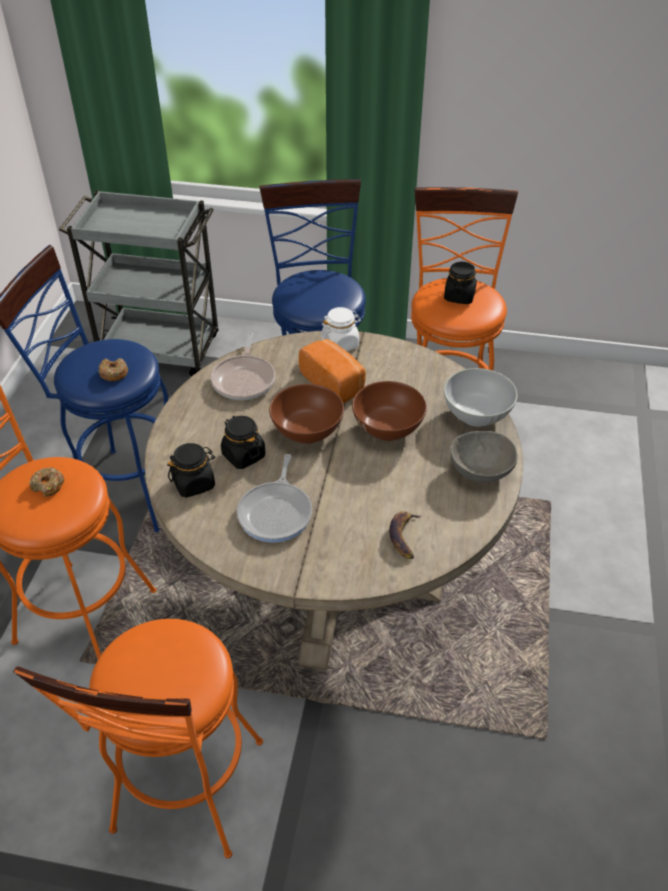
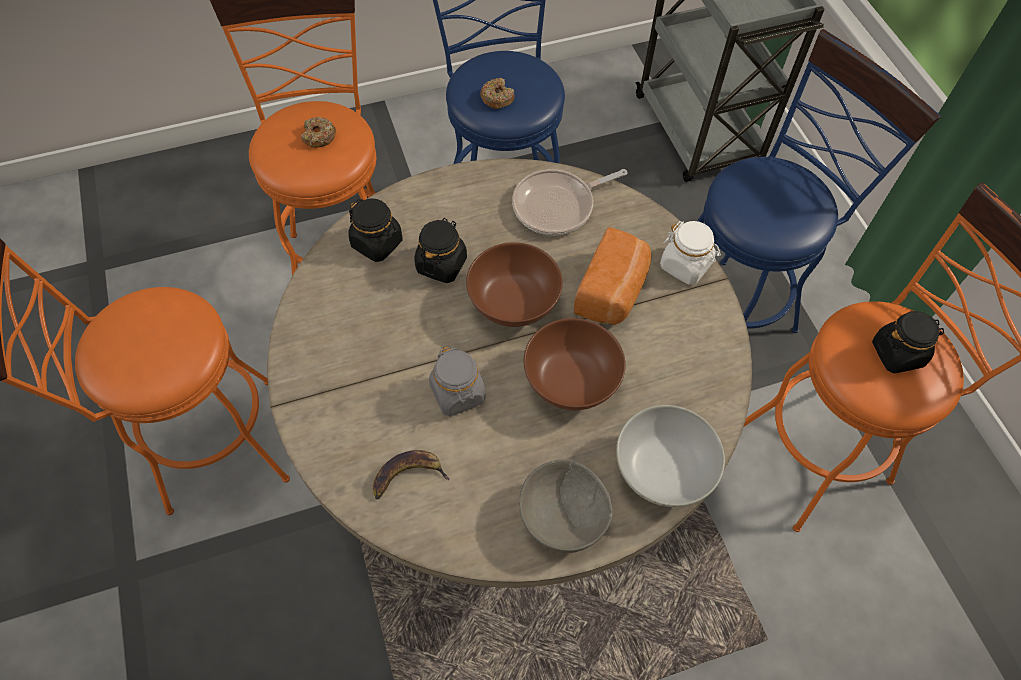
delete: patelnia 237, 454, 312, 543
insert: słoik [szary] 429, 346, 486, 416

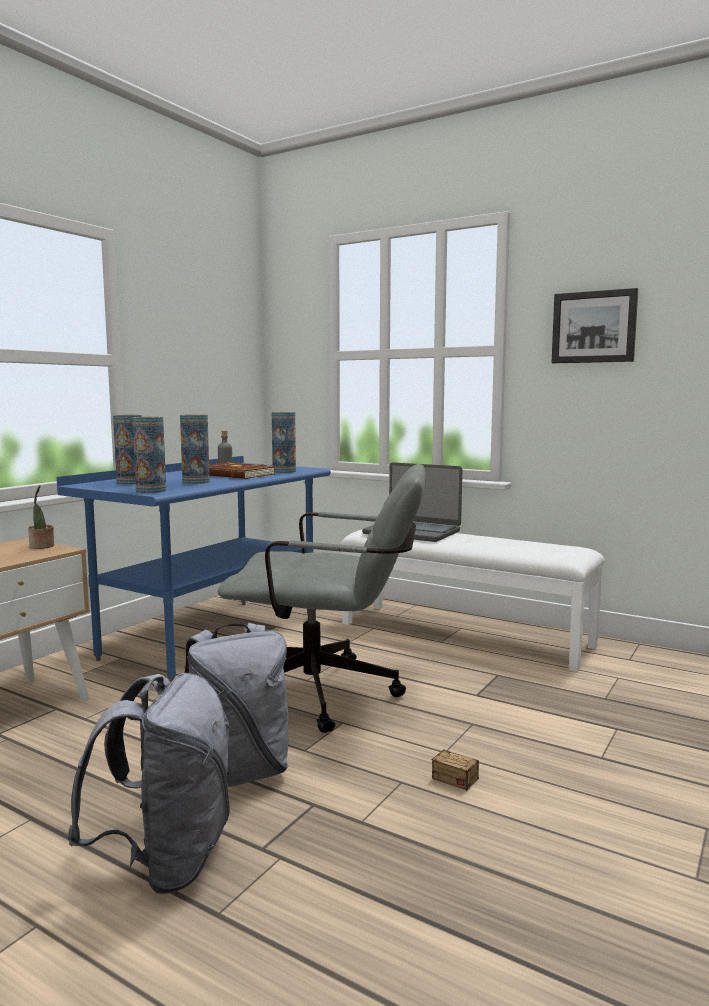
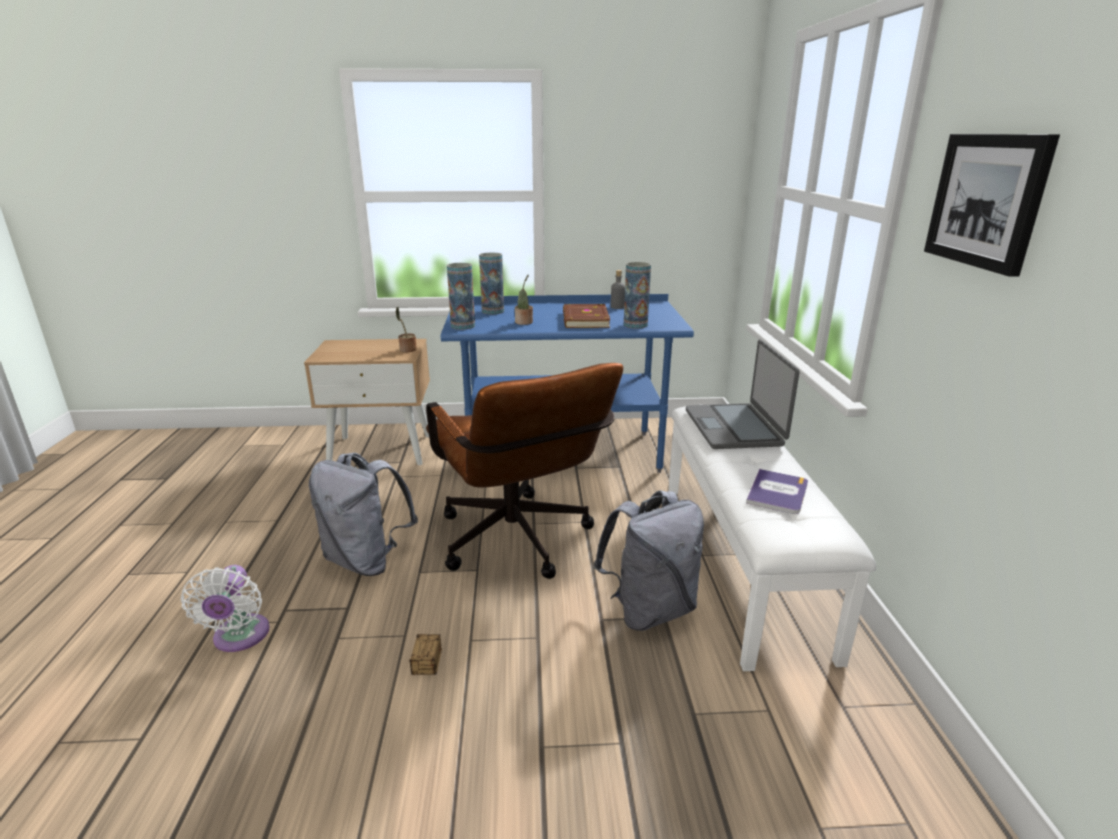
insert: wentylator [biały] 181, 565, 270, 652; książka 746, 469, 808, 514
move: plecak [szary] 67, 673, 230, 895 to 593, 490, 704, 631
replace: wazon 180, 415, 210, 484 to roślina doniczkowa 515, 275, 533, 325
recolor: krzesło biurowe [szary] 218, 464, 426, 733 to krzesło biurowe [brązowy] 426, 363, 623, 579

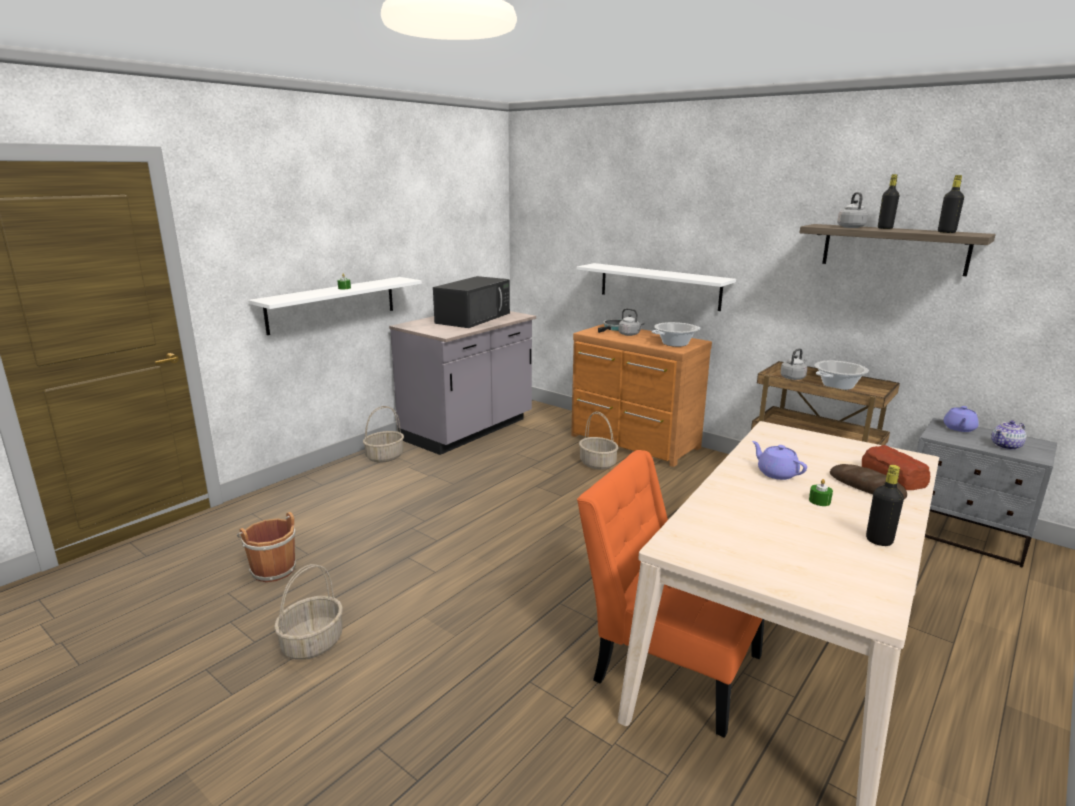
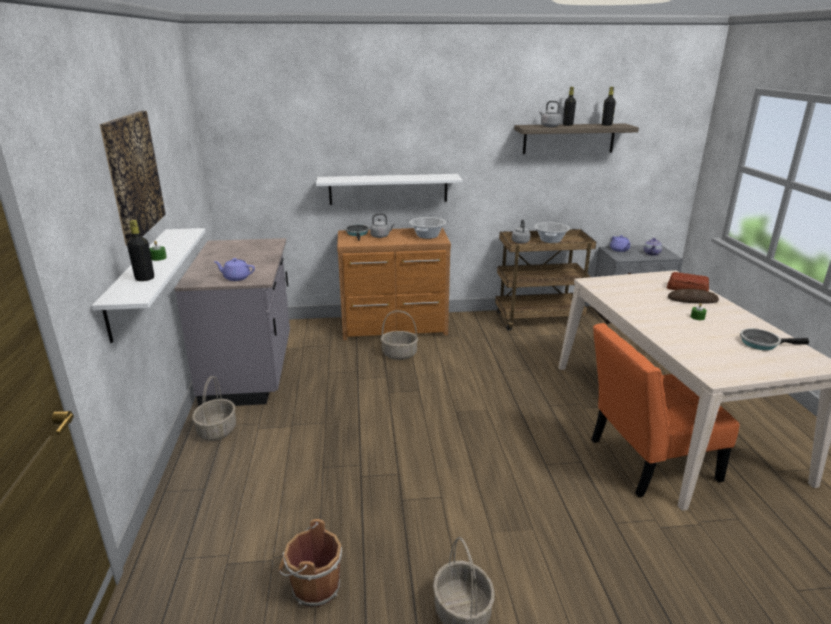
delete: mikrofalówka [czarny] 433, 276, 510, 328
insert: obraz 99, 111, 166, 246; patelnia 740, 328, 809, 350
move: imbryk [fioletowy] 752, 441, 807, 480 to 214, 258, 255, 281; butelka [czarny] 866, 465, 904, 546 to 127, 220, 154, 281

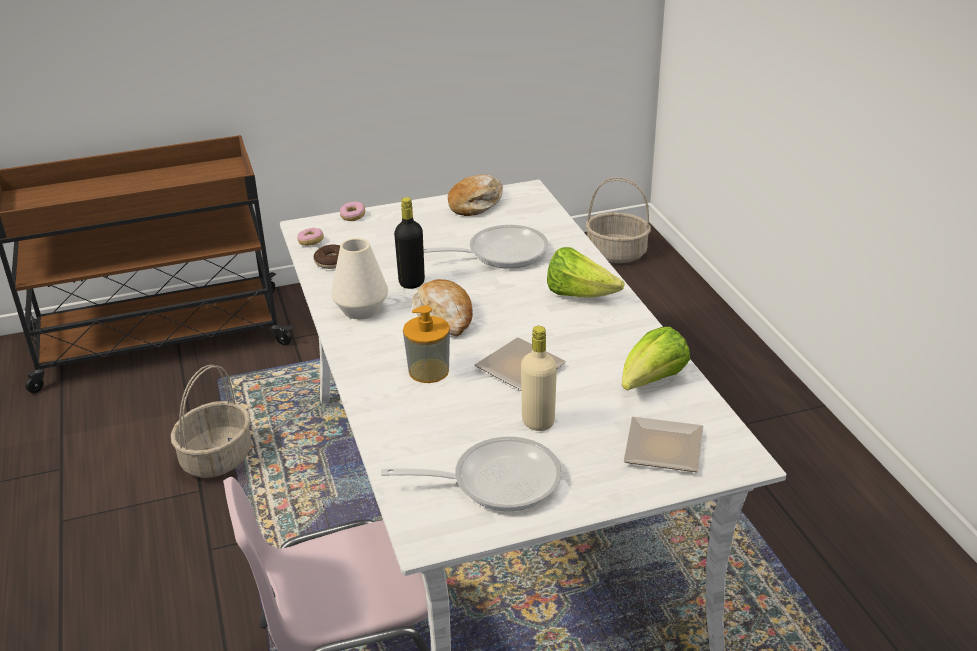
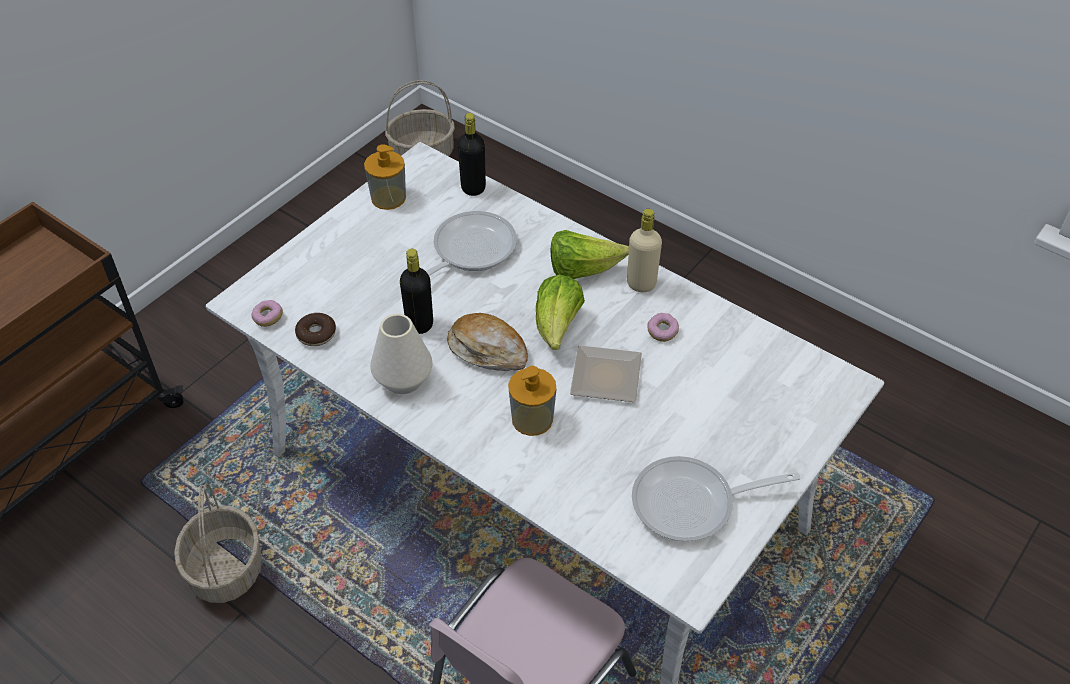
delete: talerz 624, 417, 703, 472
insert: butelka [czarny] 458, 113, 486, 196
move: donut 340, 202, 365, 221 to 647, 313, 679, 342; butelka [beżowy] 521, 326, 557, 431 to 627, 209, 662, 292; sałata 622, 327, 690, 391 to 536, 275, 585, 350
replace: chleb 448, 174, 503, 216 to dozownik mydła 364, 144, 406, 210
rotate: patelnia 381, 437, 562, 511 = 632, 456, 800, 541 150 degrees counterclockwise

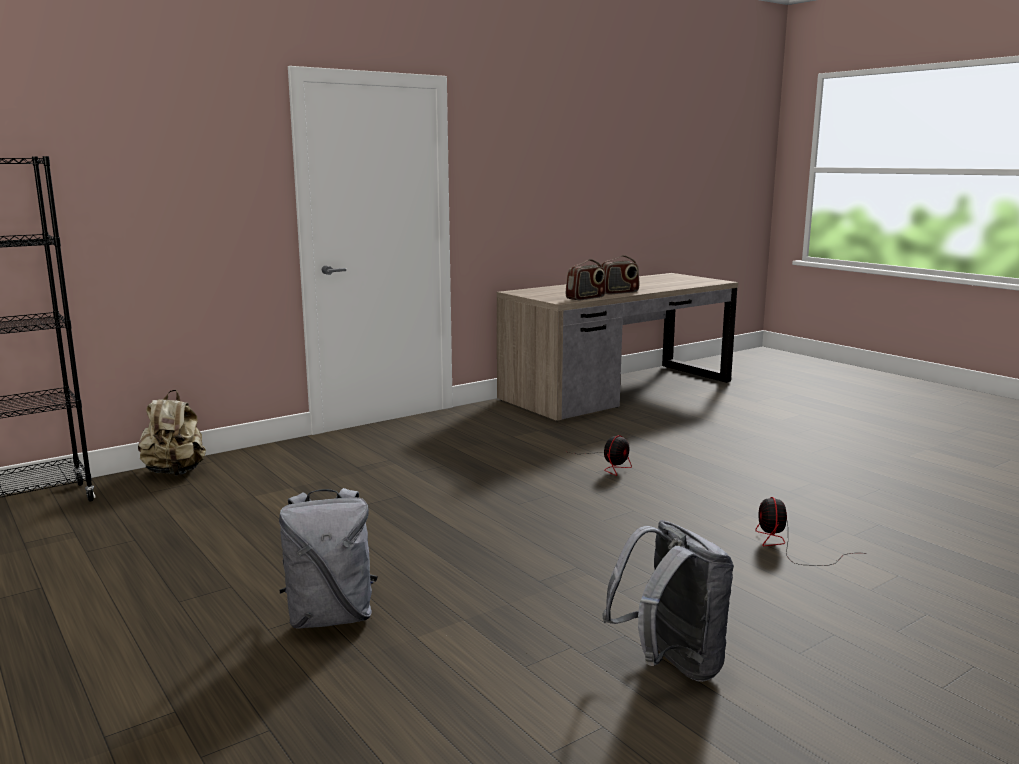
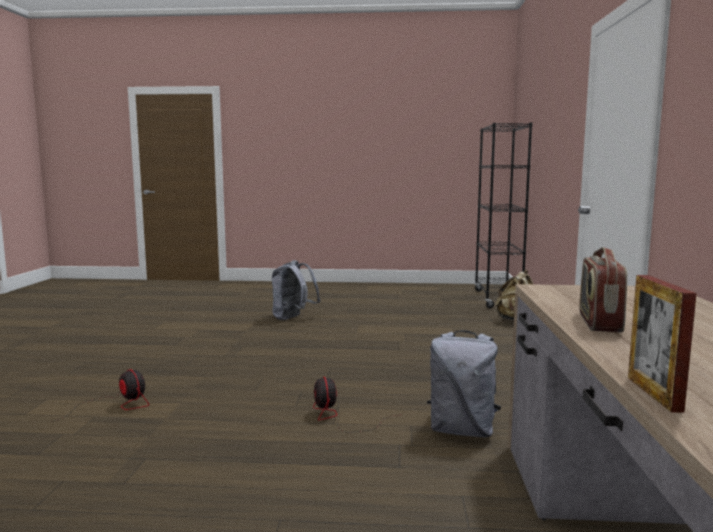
delete: radio 566, 259, 606, 300
insert: ramka na zdjęcie 628, 275, 697, 412
move: plecak [szary] 603, 520, 734, 682 to 427, 330, 501, 437

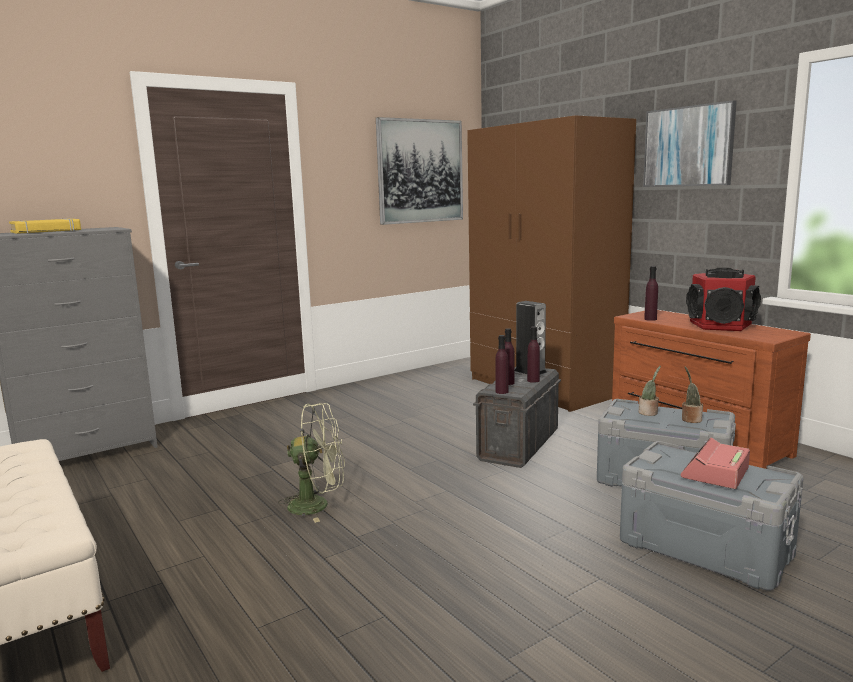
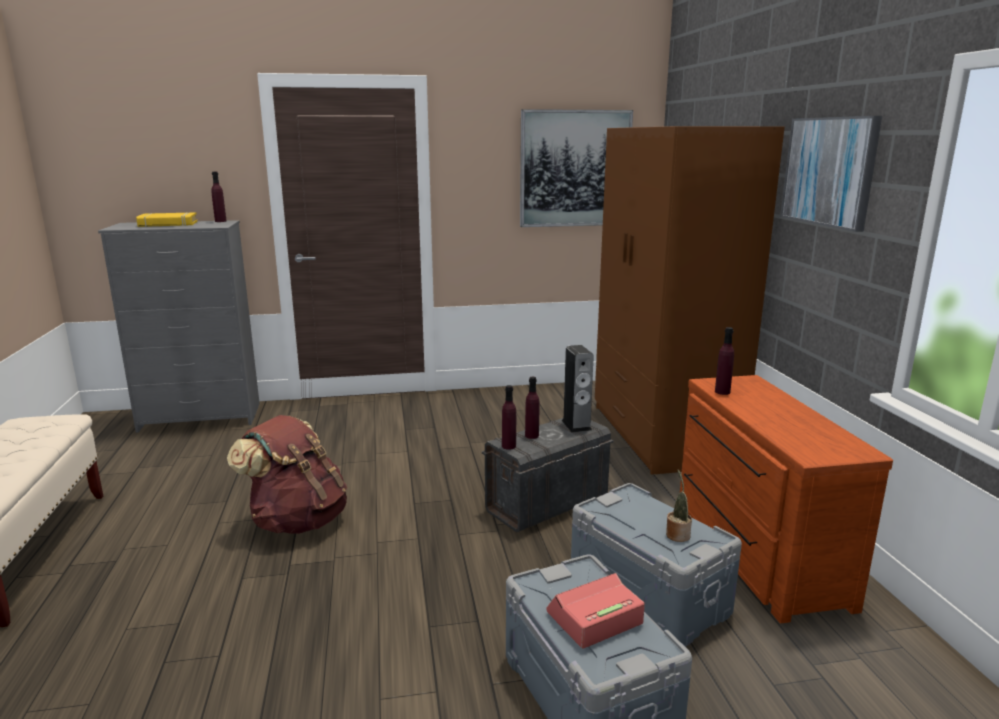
delete: roślina doniczkowa 638, 366, 661, 416; głośnik 686, 268, 761, 331
move: butelka [fioletowy] 527, 326, 540, 383 to 211, 172, 227, 222
replace: wentylator [zielony] 278, 403, 345, 523 to plecak [brązowy] 227, 415, 347, 534

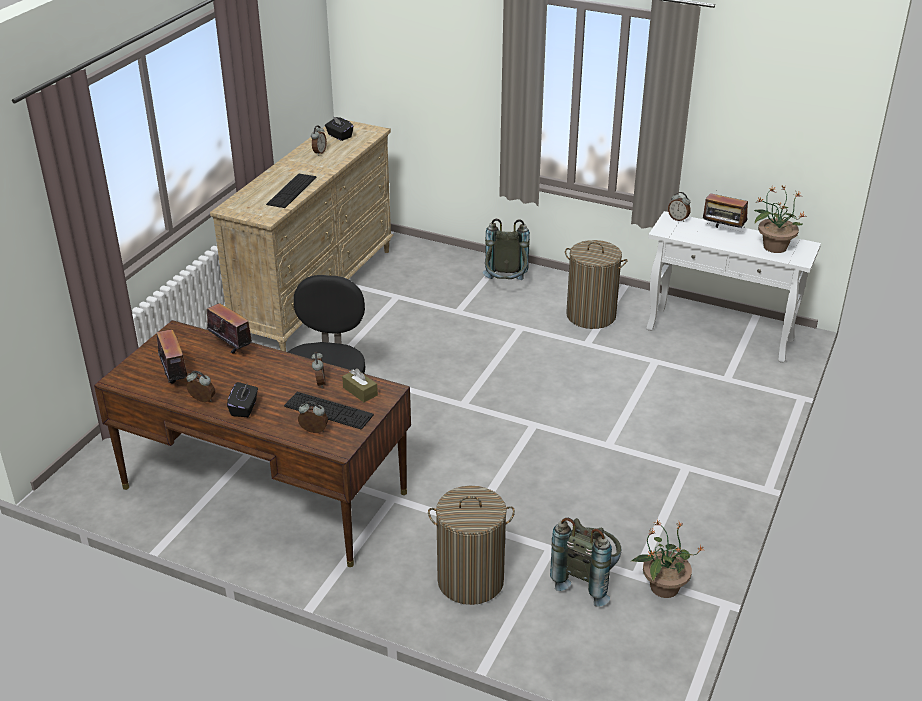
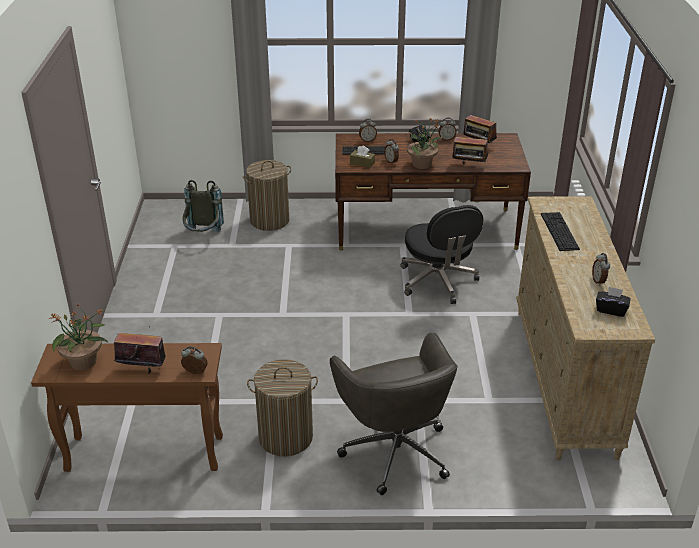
move: roślina doniczkowa 632, 519, 703, 598 to 403, 118, 443, 169
replace: plecak [szary] 483, 219, 530, 280 to krzesło biurowe [szary] 330, 333, 458, 495
recolor: stolik konsolowy [biały] 646, 211, 821, 363 to stolik konsolowy [brązowy] 31, 343, 223, 472

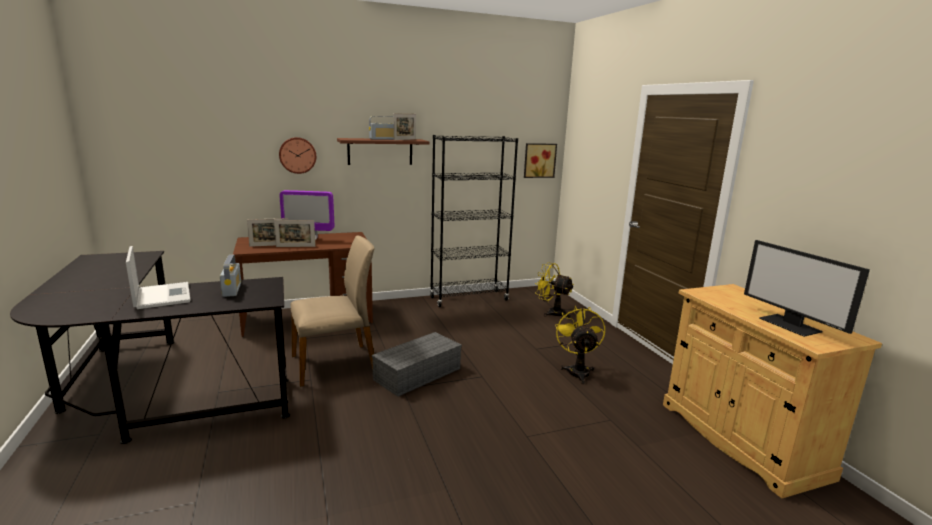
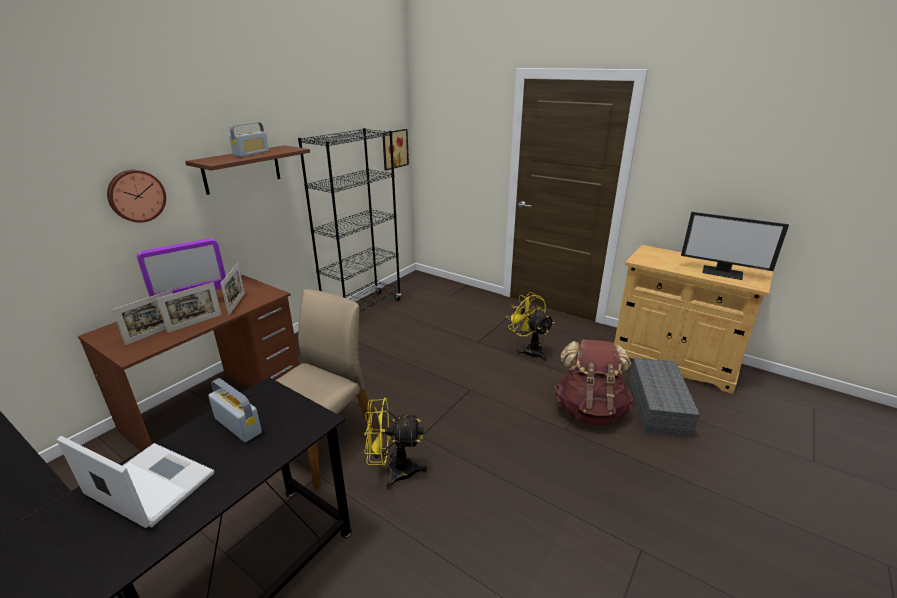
insert: plecak [brązowy] 555, 339, 633, 425
move: pojemnik do przechowywania [szary] 372, 332, 462, 397 to 629, 357, 700, 439; ramka na zdjęcie 394, 113, 416, 140 to 221, 263, 245, 316; wentylator [żółty] 535, 262, 574, 318 to 364, 398, 427, 489

